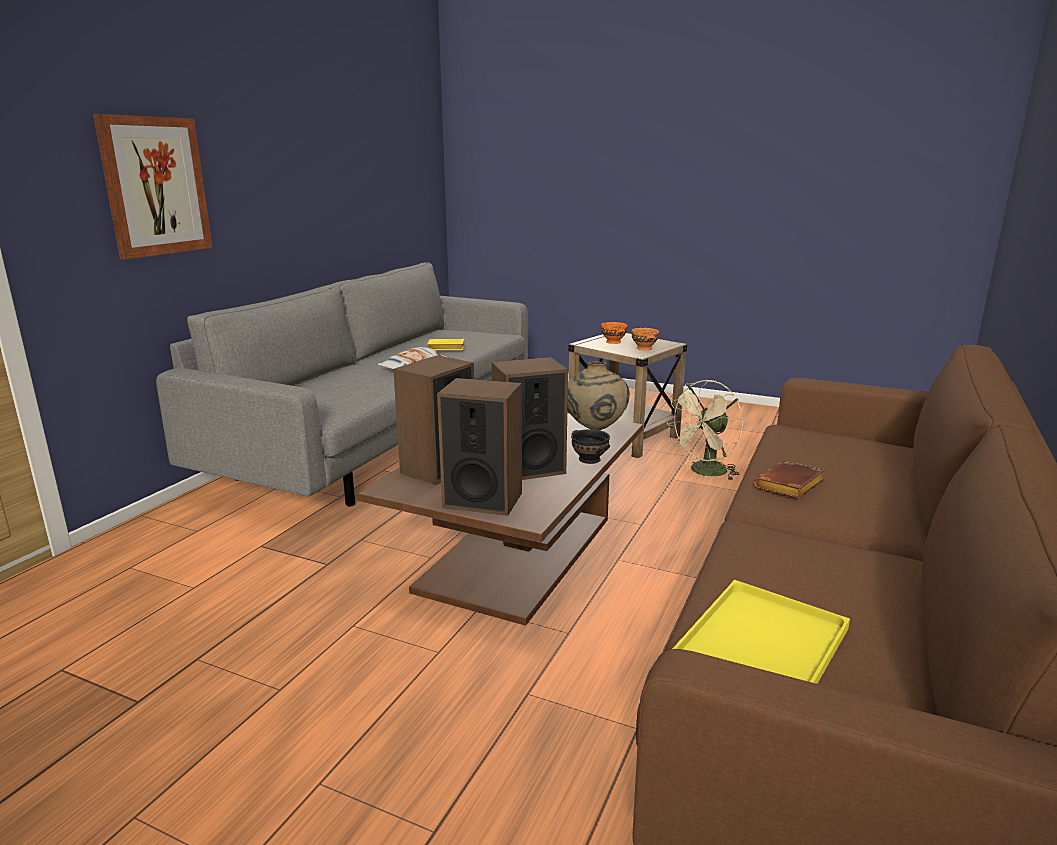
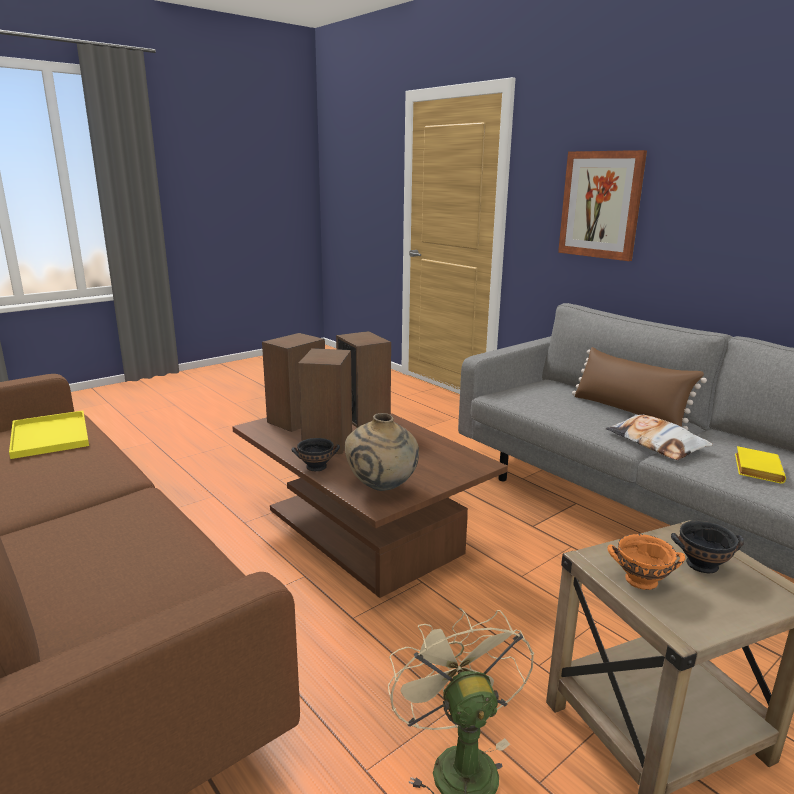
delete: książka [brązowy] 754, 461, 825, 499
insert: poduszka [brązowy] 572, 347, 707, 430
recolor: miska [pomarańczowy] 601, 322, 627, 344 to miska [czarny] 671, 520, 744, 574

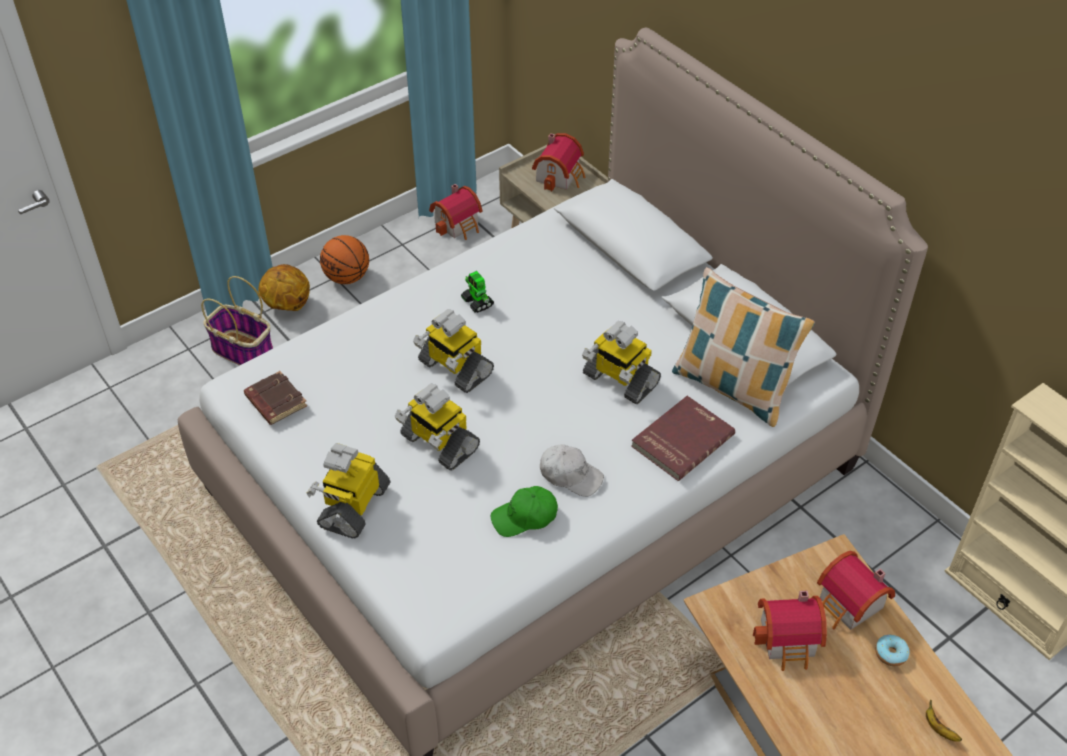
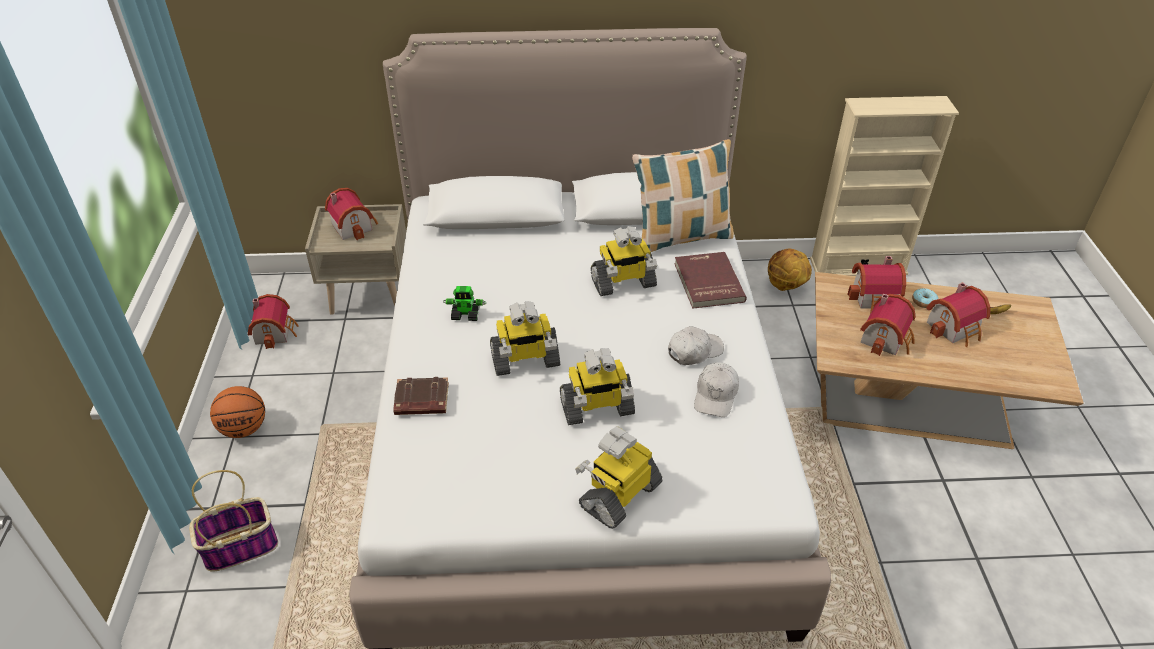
insert: domek 926, 282, 991, 347
move: książka [brązowy] 244, 371, 307, 425 to 393, 377, 449, 415; piłka do koszykówki 258, 264, 310, 311 to 768, 249, 812, 291
recolor: czapka z daszkiem [zielony] 491, 486, 558, 537 to czapka z daszkiem [biały] 694, 362, 739, 417
rotate: robot zabawkowy 307, 443, 390, 538 = 575, 426, 663, 529 75 degrees clockwise

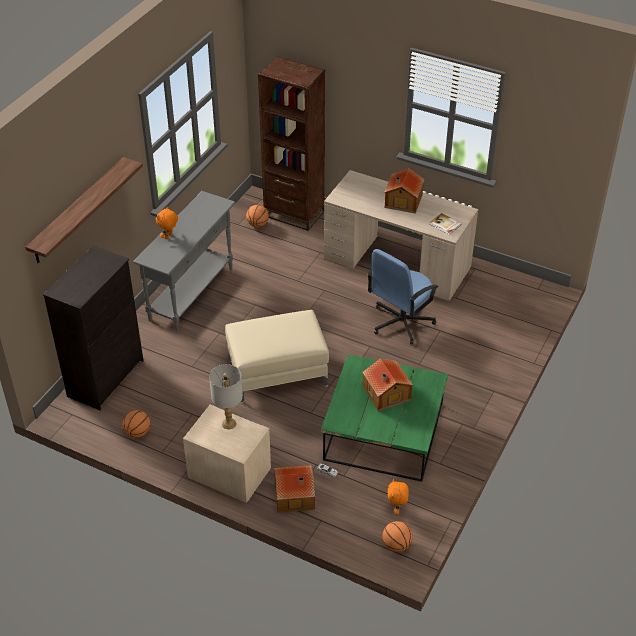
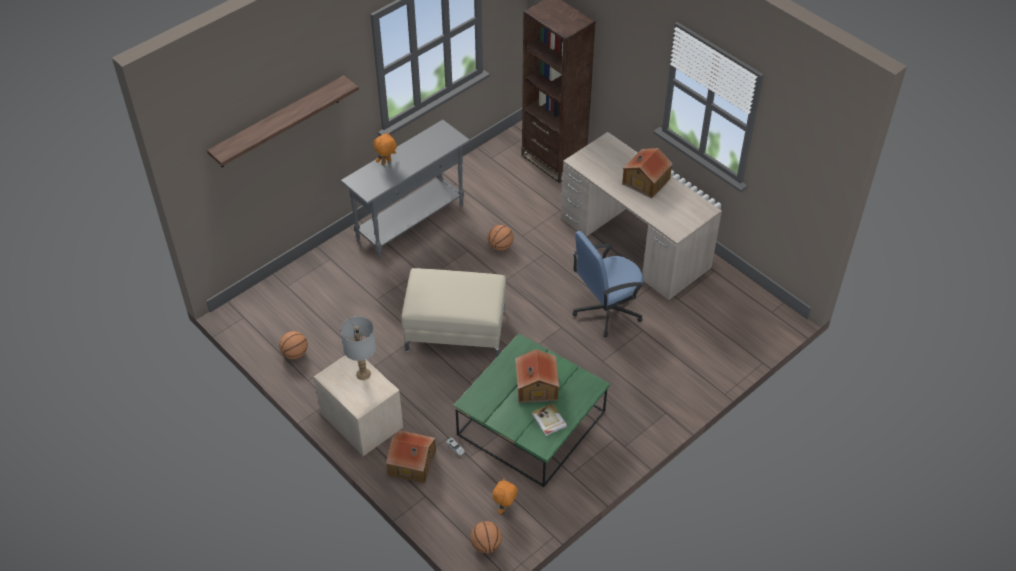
delete: komoda [czarny] 43, 246, 144, 410
move: piłka do koszykówki 246, 205, 269, 227 to 488, 225, 514, 251; książka 430, 213, 461, 235 to 532, 403, 567, 436

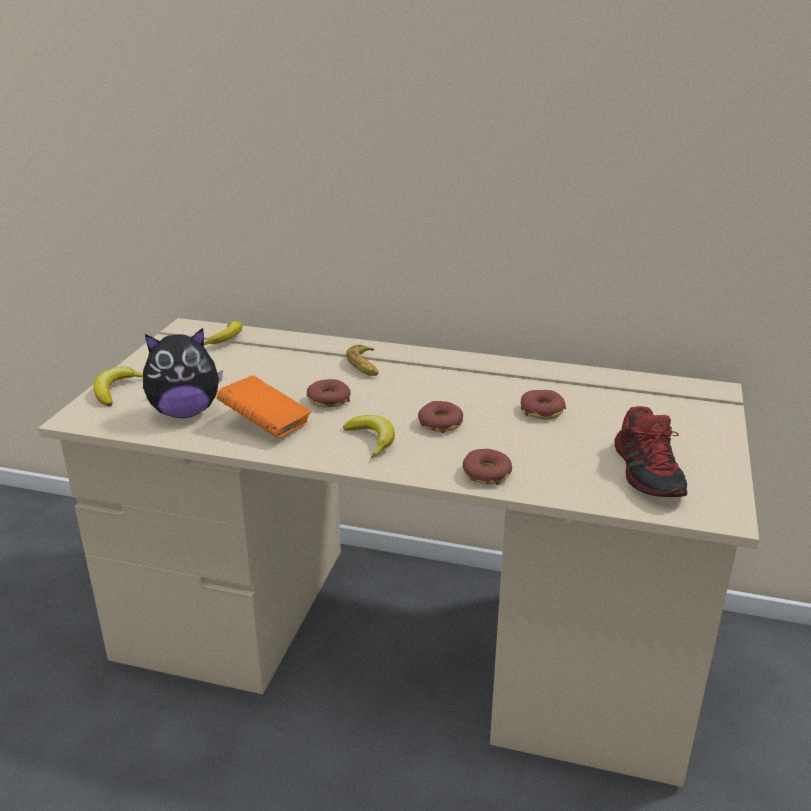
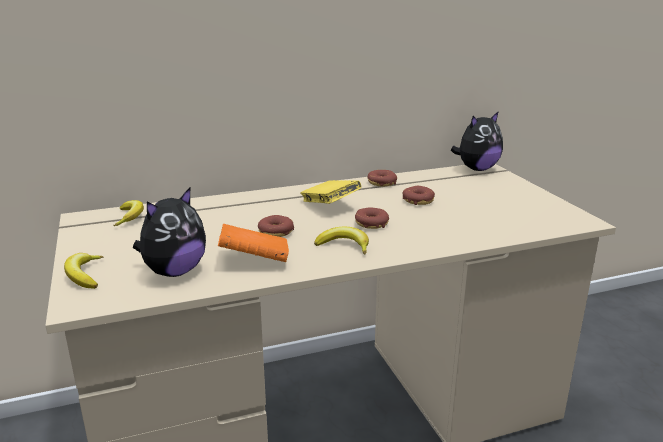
delete: banan 346, 345, 378, 376; but 614, 406, 687, 497
insert: książka [żółty] 300, 180, 361, 204; pluszak 451, 111, 503, 171
move: donut 463, 449, 512, 485 to 367, 170, 397, 186

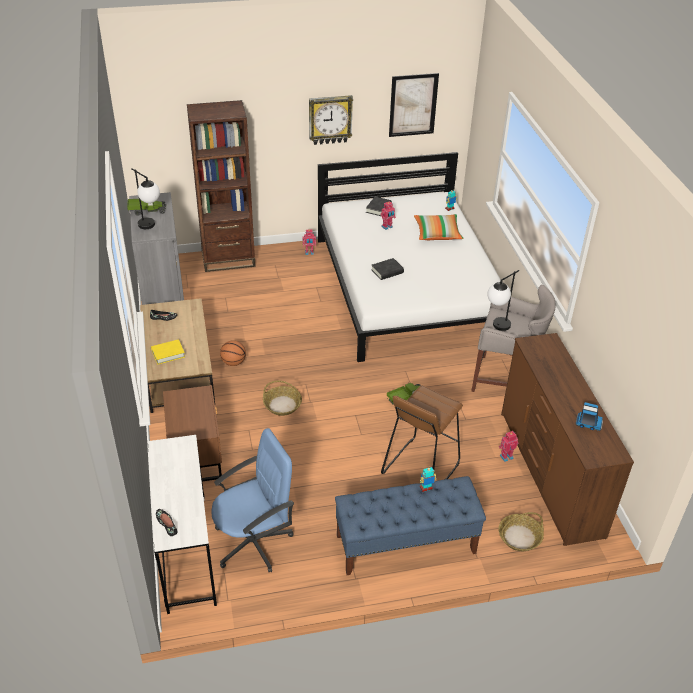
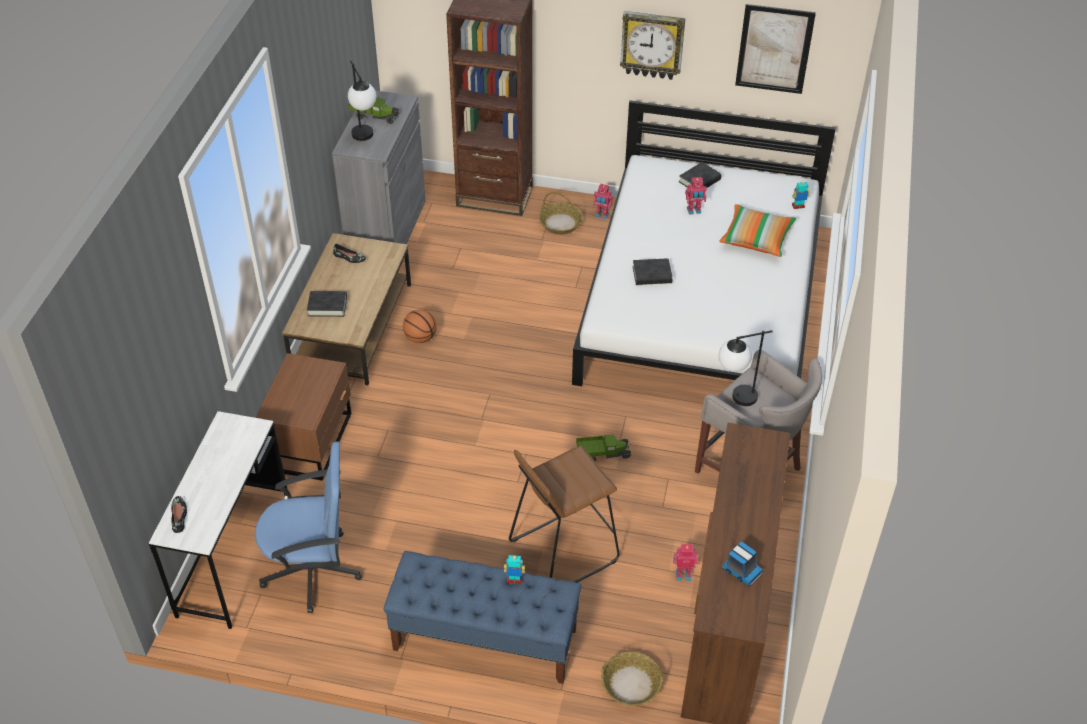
move: koszyk 263, 380, 302, 416 to 538, 192, 583, 234
recolor: książka [żółty] 151, 339, 185, 365 to książka [czarny] 307, 291, 347, 317

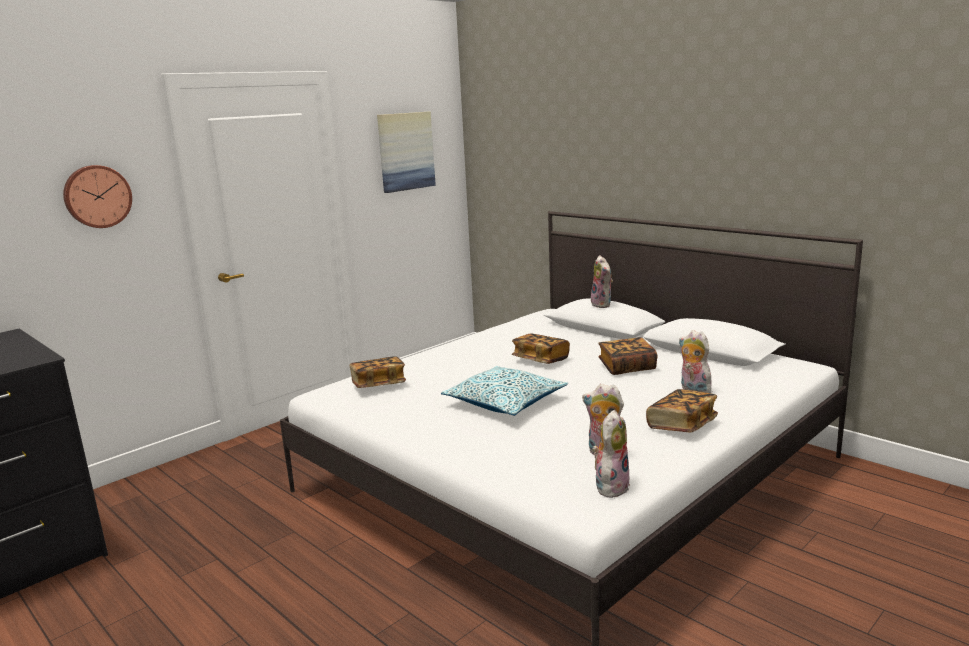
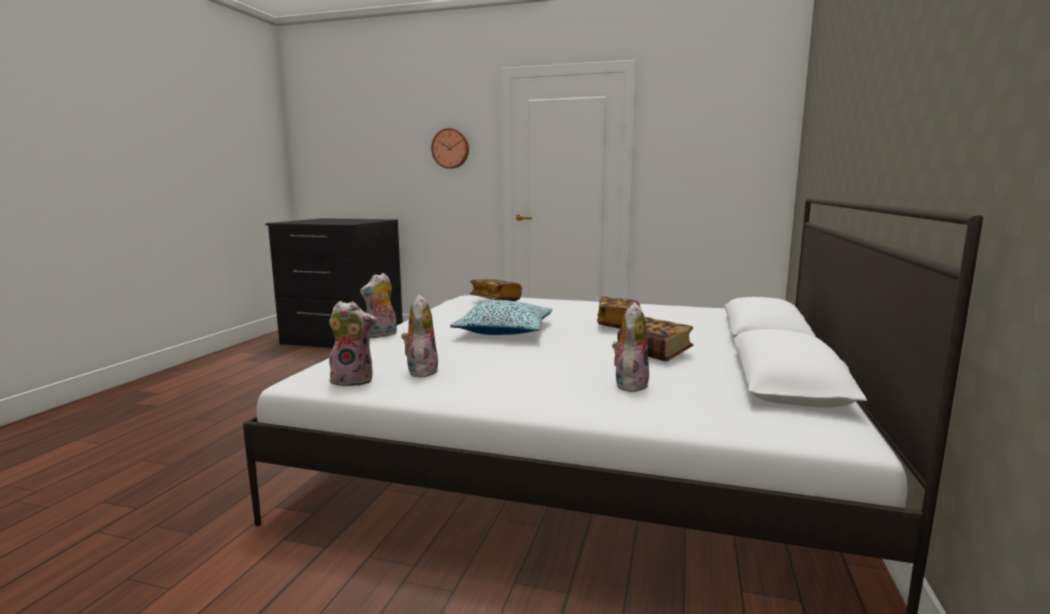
delete: obraz 377, 111, 436, 193; książka 646, 389, 718, 433
move: pluszak 591, 255, 613, 308 to 360, 273, 397, 338

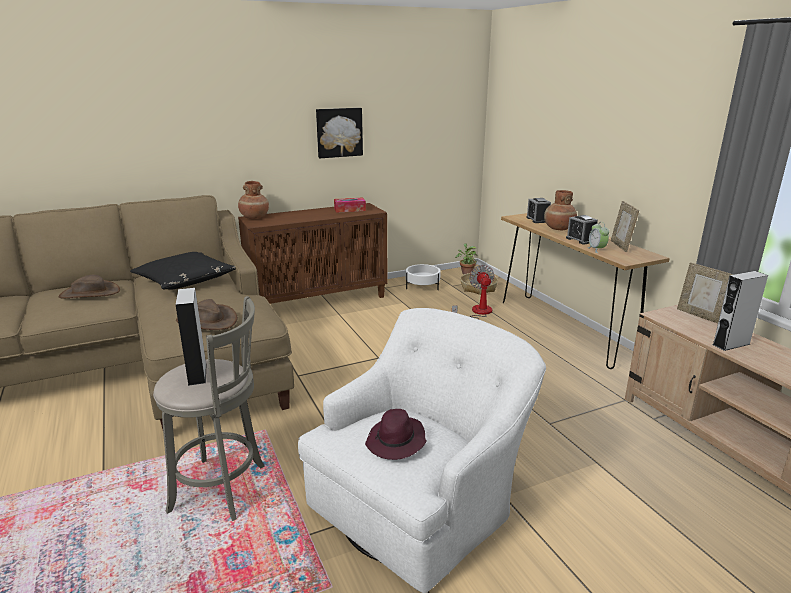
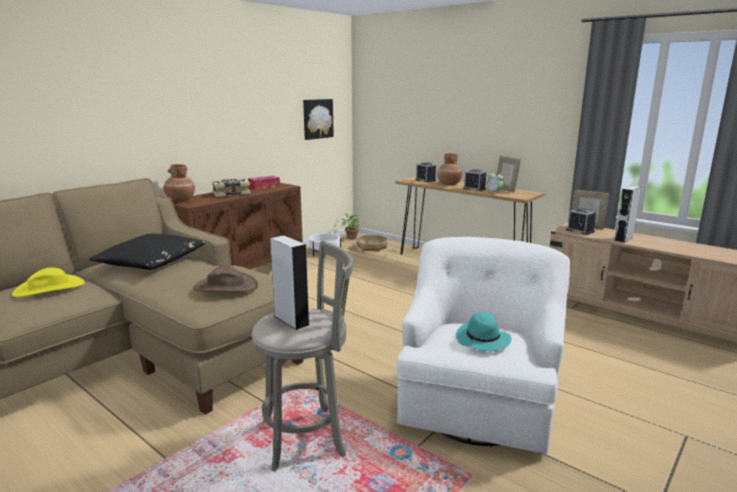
delete: wentylator 452, 265, 494, 320
insert: książka 212, 178, 251, 197; budzik 566, 208, 596, 235
move: obraz 316, 108, 363, 158 to 303, 99, 334, 140
recolor: kapelusz [brązowy] 59, 274, 120, 298 to kapelusz [żółty] 12, 267, 85, 297; kapelusz [fioletowy] 365, 409, 426, 460 to kapelusz [turkusowy] 456, 312, 511, 351

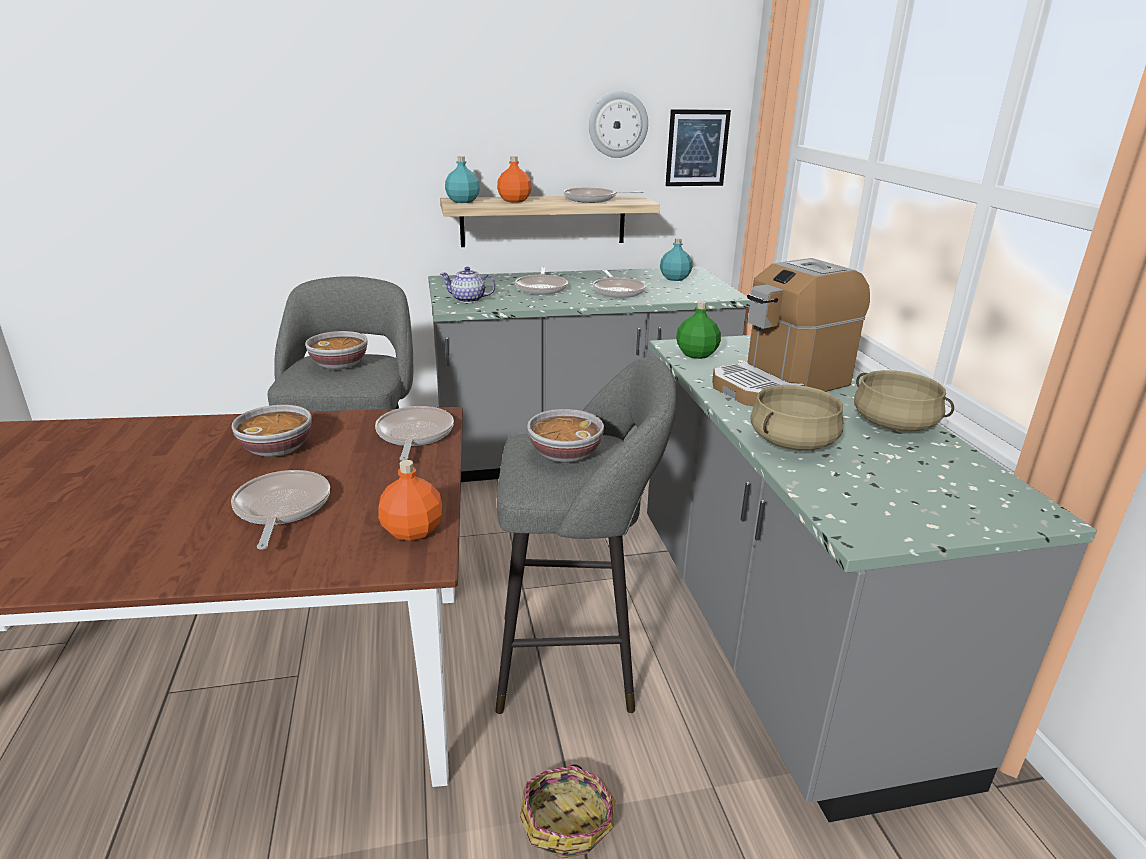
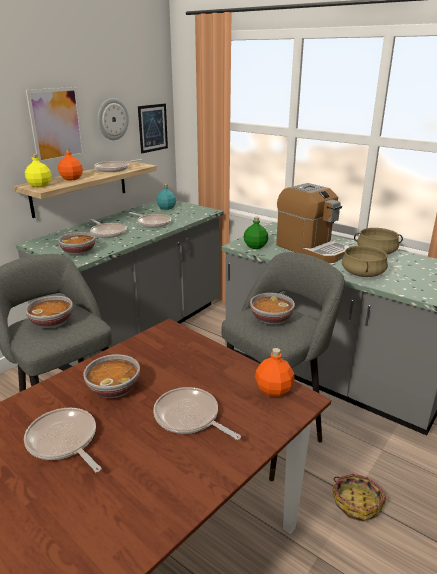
insert: obraz 26, 87, 85, 163
move: patelnia 375, 406, 454, 461 to 24, 408, 102, 472
replace: imbryk 440, 267, 496, 303 to miska 58, 232, 96, 256
recolor: butelka [turkusowy] 445, 156, 480, 203 to butelka [żółty] 25, 154, 52, 187
rotate: ekspres do kawy 712, 258, 870, 406 = 276, 183, 349, 263 60 degrees counterclockwise

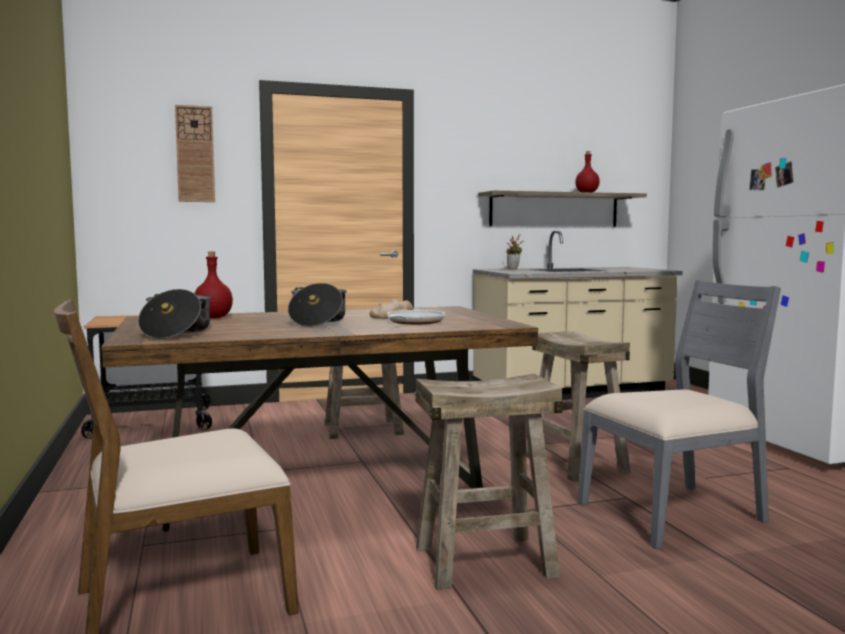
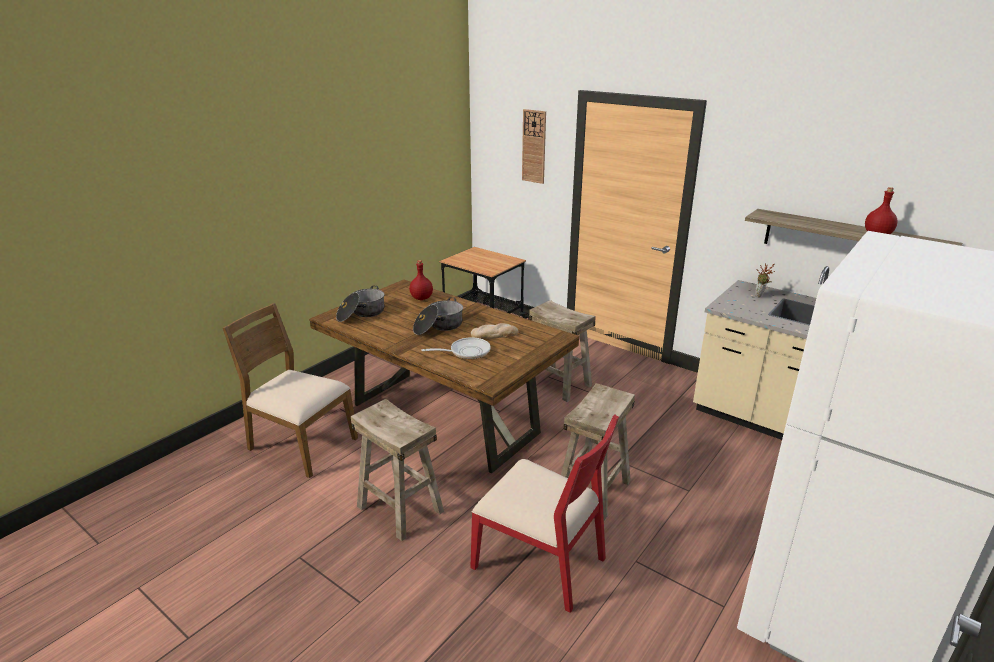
recolor: krzesło [szary] 578, 280, 781, 549 to krzesło [czerwony] 470, 414, 619, 613

